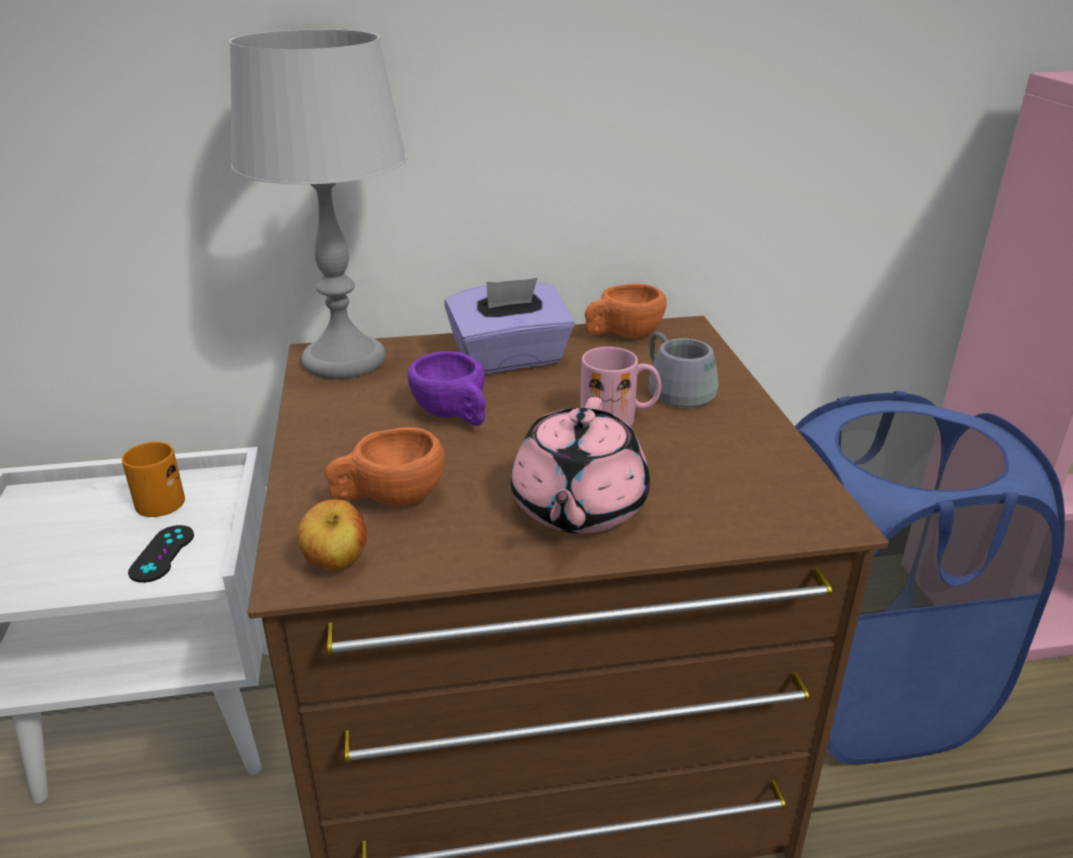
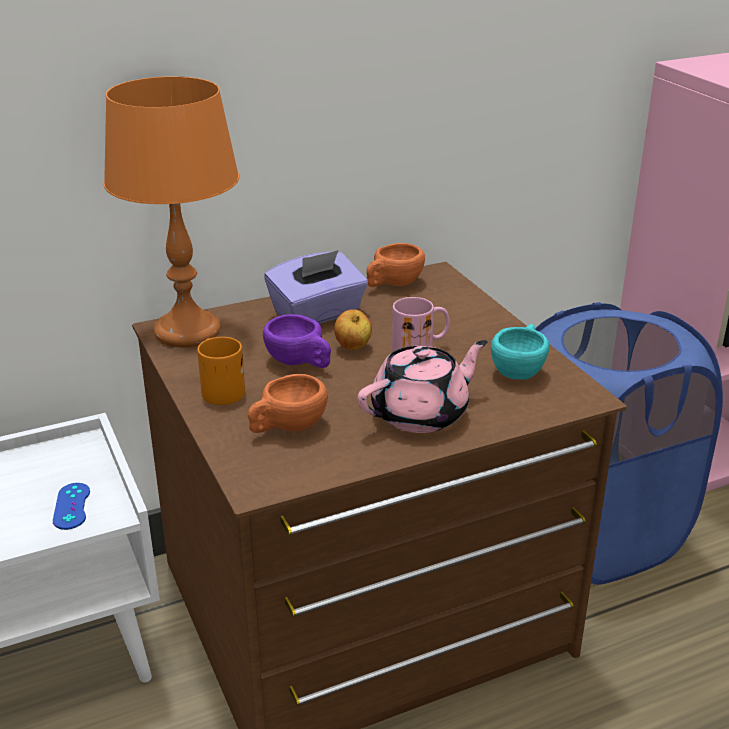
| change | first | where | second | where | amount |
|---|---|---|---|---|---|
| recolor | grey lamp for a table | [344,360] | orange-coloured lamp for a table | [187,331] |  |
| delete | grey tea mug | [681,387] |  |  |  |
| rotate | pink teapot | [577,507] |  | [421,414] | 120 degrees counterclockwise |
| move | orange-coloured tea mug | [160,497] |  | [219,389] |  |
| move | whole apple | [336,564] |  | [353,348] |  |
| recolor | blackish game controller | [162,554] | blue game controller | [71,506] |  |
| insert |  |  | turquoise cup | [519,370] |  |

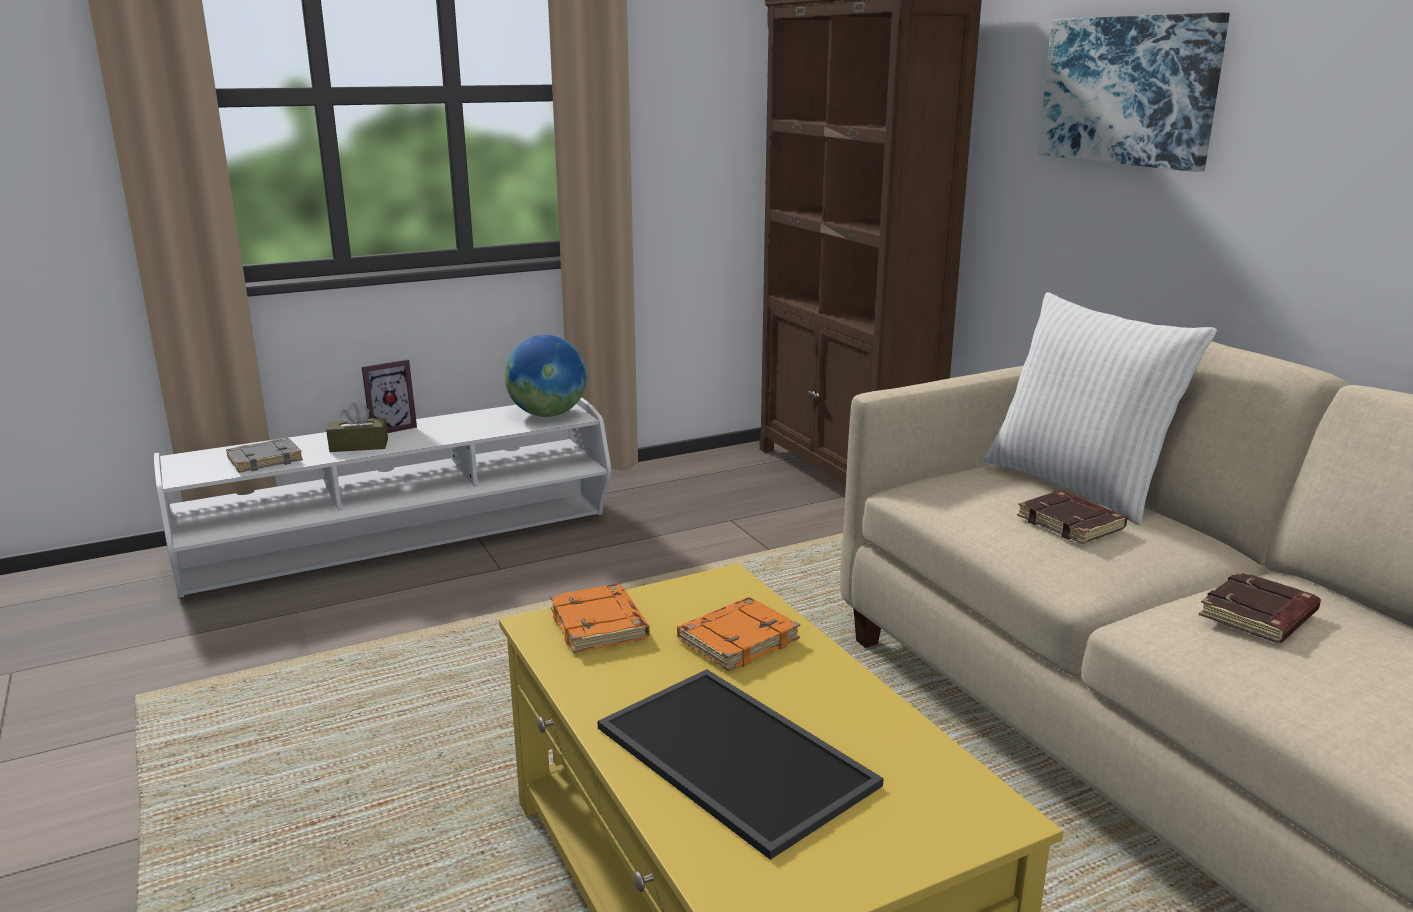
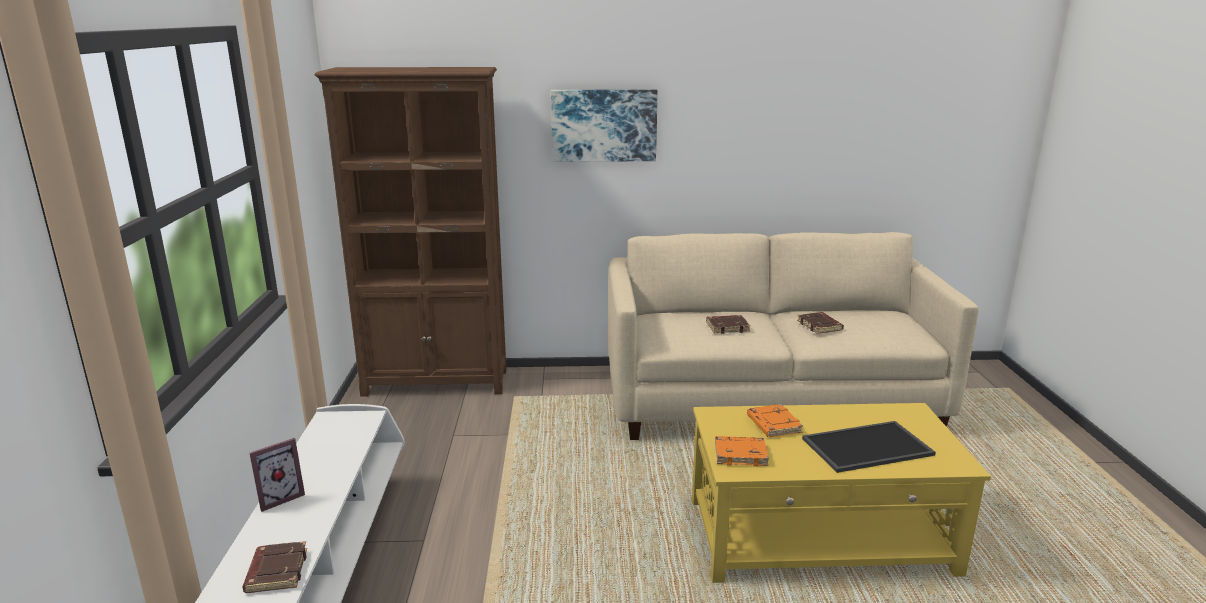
| change | first | where | second | where | amount |
|---|---|---|---|---|---|
| delete | white pillow | [1078,485] |  |  |  |
| delete | world globe | [547,414] |  |  |  |
| rotate | photo frame | [389,428] |  | [279,497] | 60 degrees clockwise |
| delete | brown box of tissues | [359,445] |  |  |  |
| recolor | grey book | [265,460] | brown book | [276,571] |  |

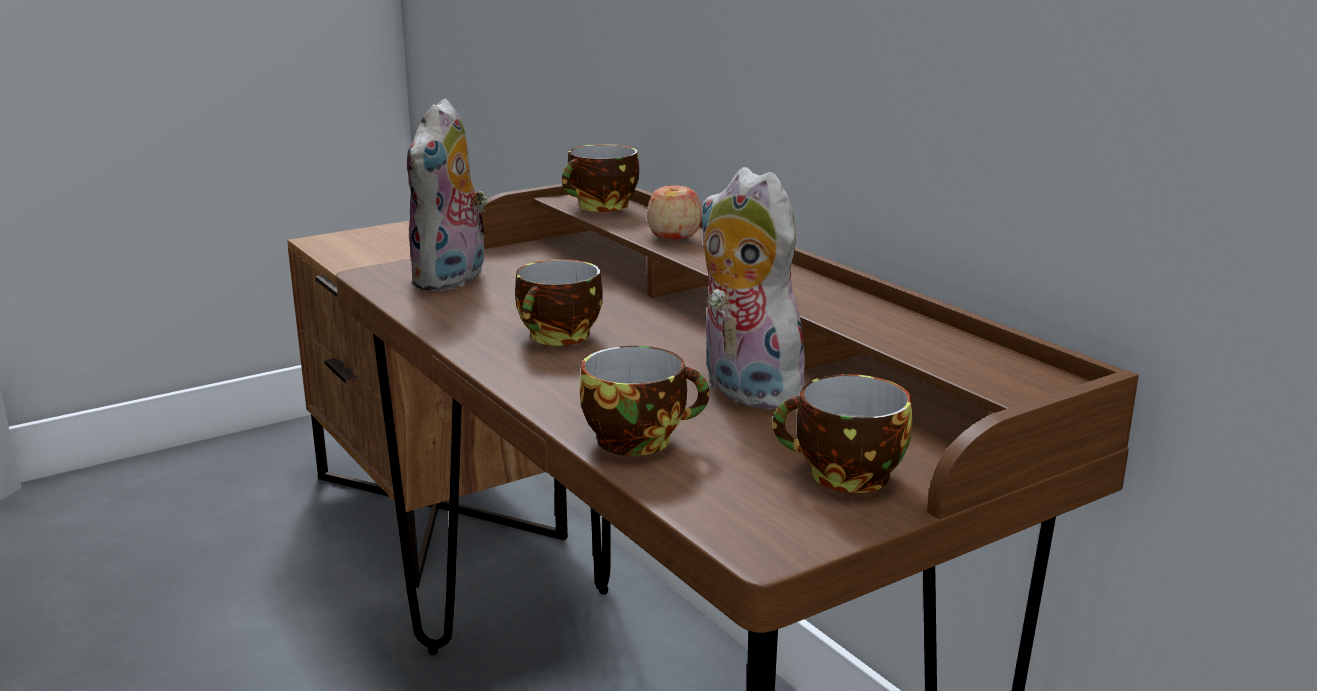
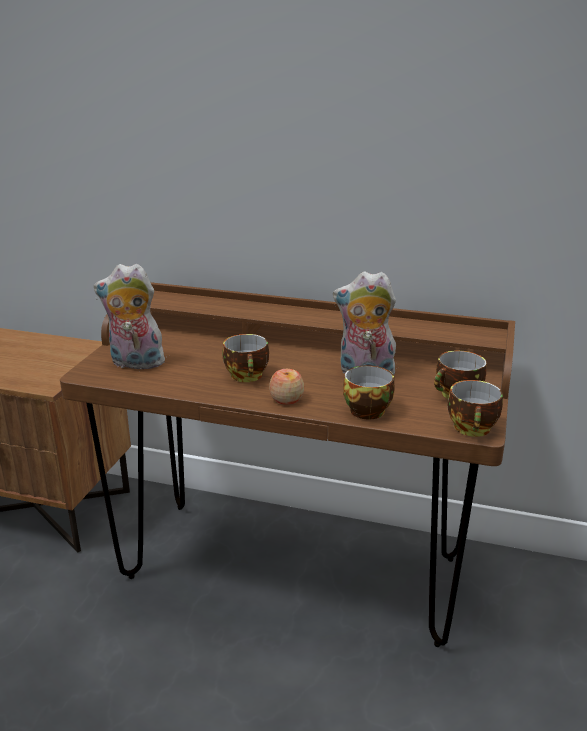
| change | first | where | second | where | amount |
|---|---|---|---|---|---|
| rotate | cuddly toy | [452,280] |  | [135,364] | 120 degrees clockwise |
| move | cup | [602,207] |  | [473,429] |  |
| move | whole apple | [674,235] |  | [286,399] |  |

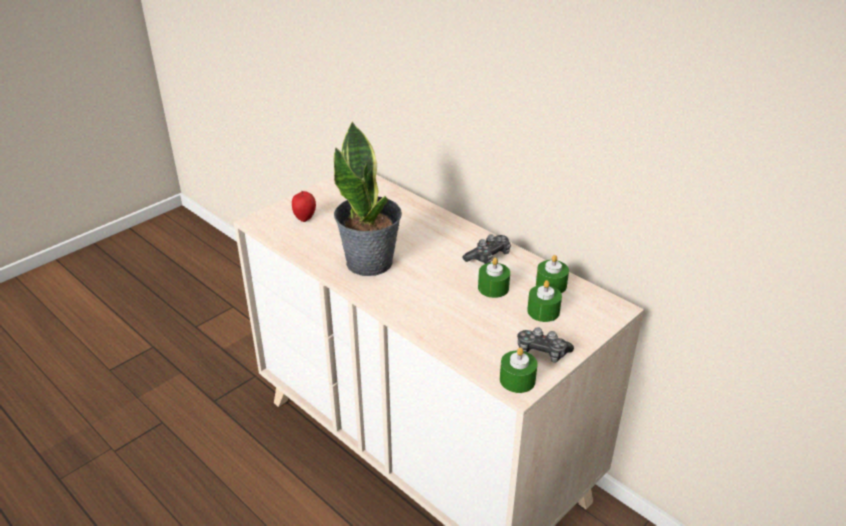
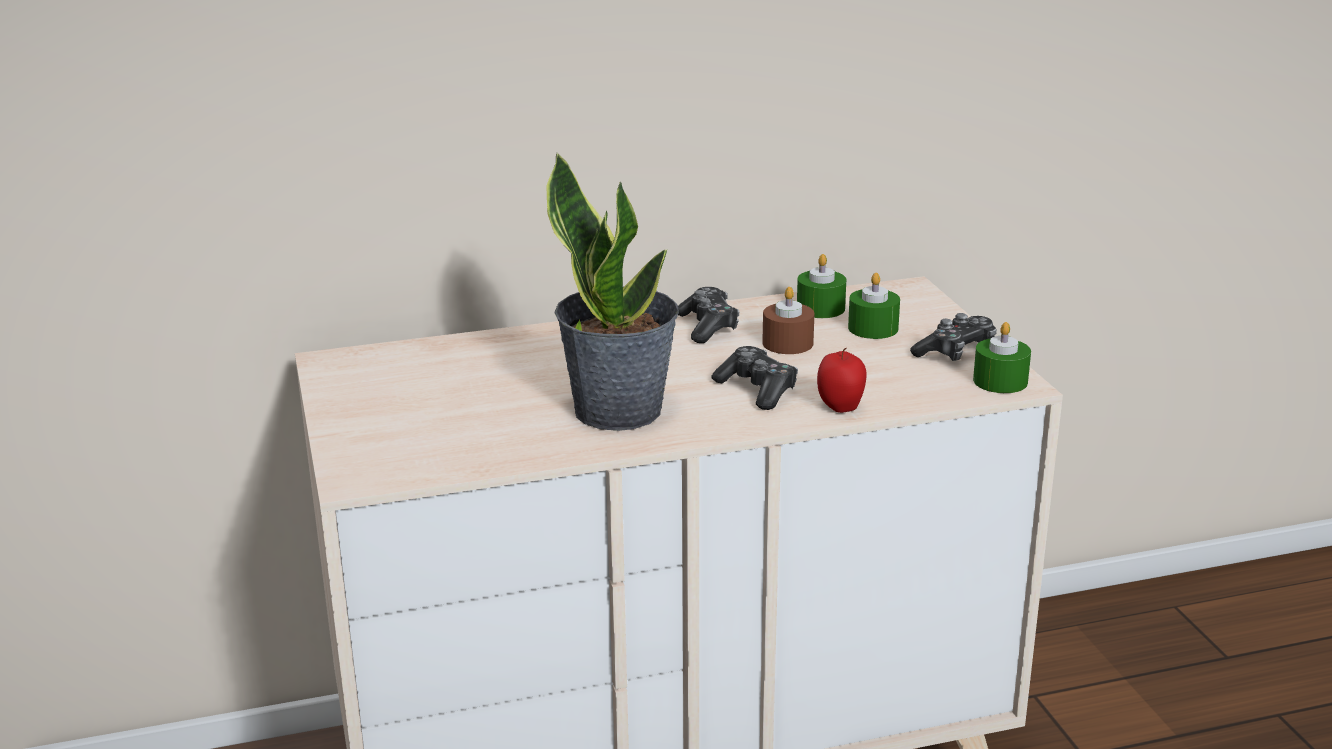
| change | first | where | second | where | amount |
|---|---|---|---|---|---|
| move | whole apple | [305,218] |  | [840,407] |  |
| recolor | green wax light | [493,288] | brown wax light | [787,343] |  |
| insert |  |  | game controller | [757,390] |  |

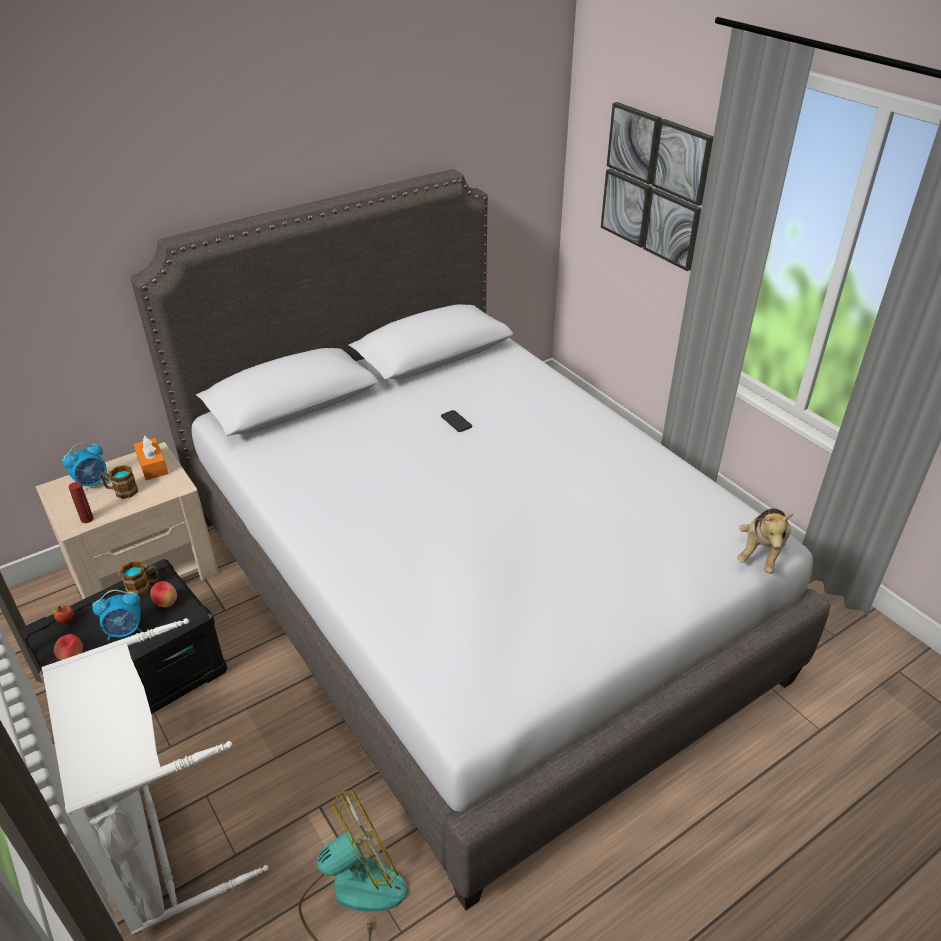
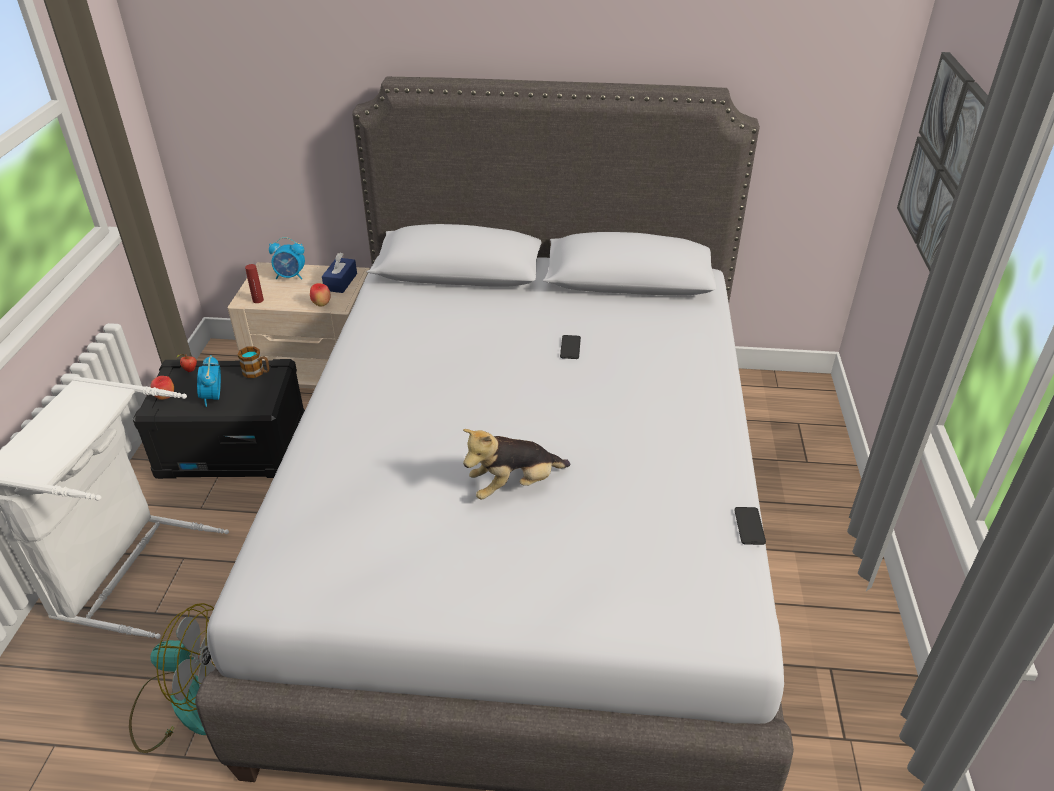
| change | first | where | second | where | amount |
|---|---|---|---|---|---|
| recolor | orange-coloured box of tissues | [152,466] | blue box of tissues | [340,282] |  |
| delete | tea mug | [121,491] |  |  |  |
| move | cuddly toy | [761,553] |  | [514,485] |  |
| move | whole apple | [166,603] |  | [322,304] |  |
| rotate | bedside clock | [125,631] |  | [213,397] | 60 degrees clockwise |
| insert |  |  | phone | [749,526] |  |

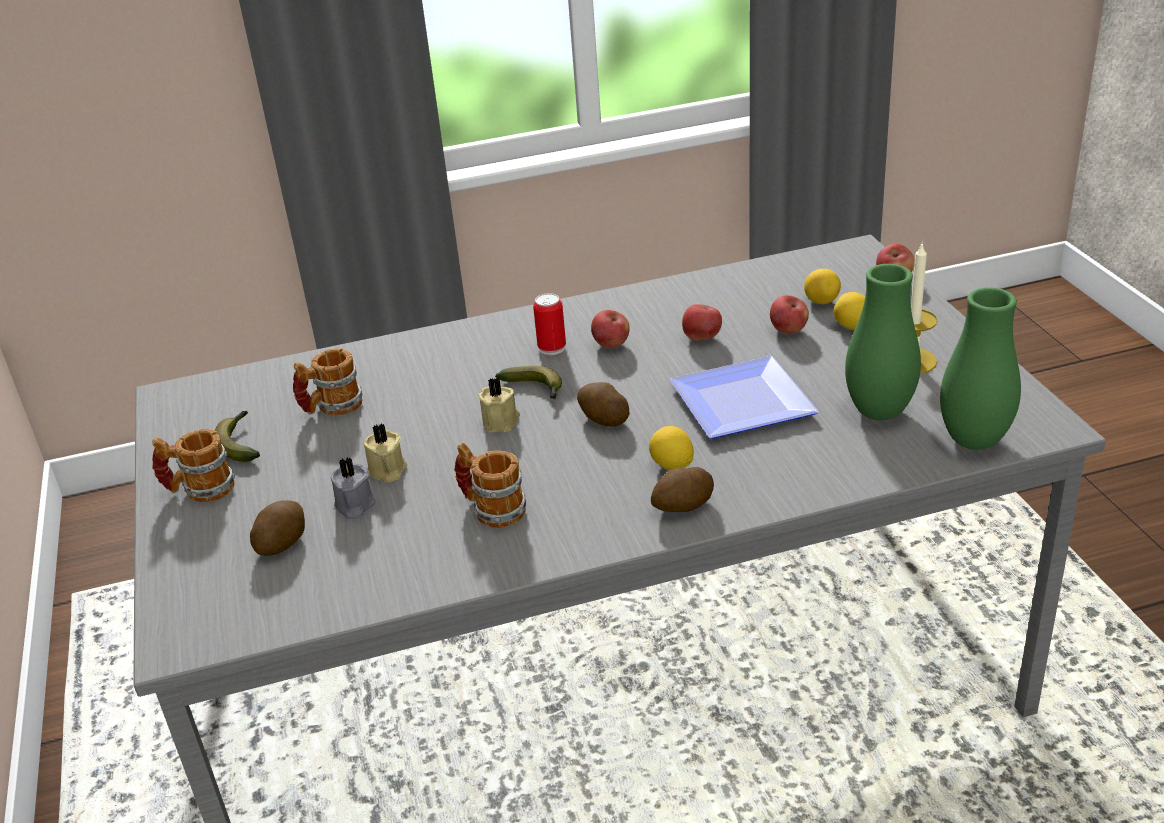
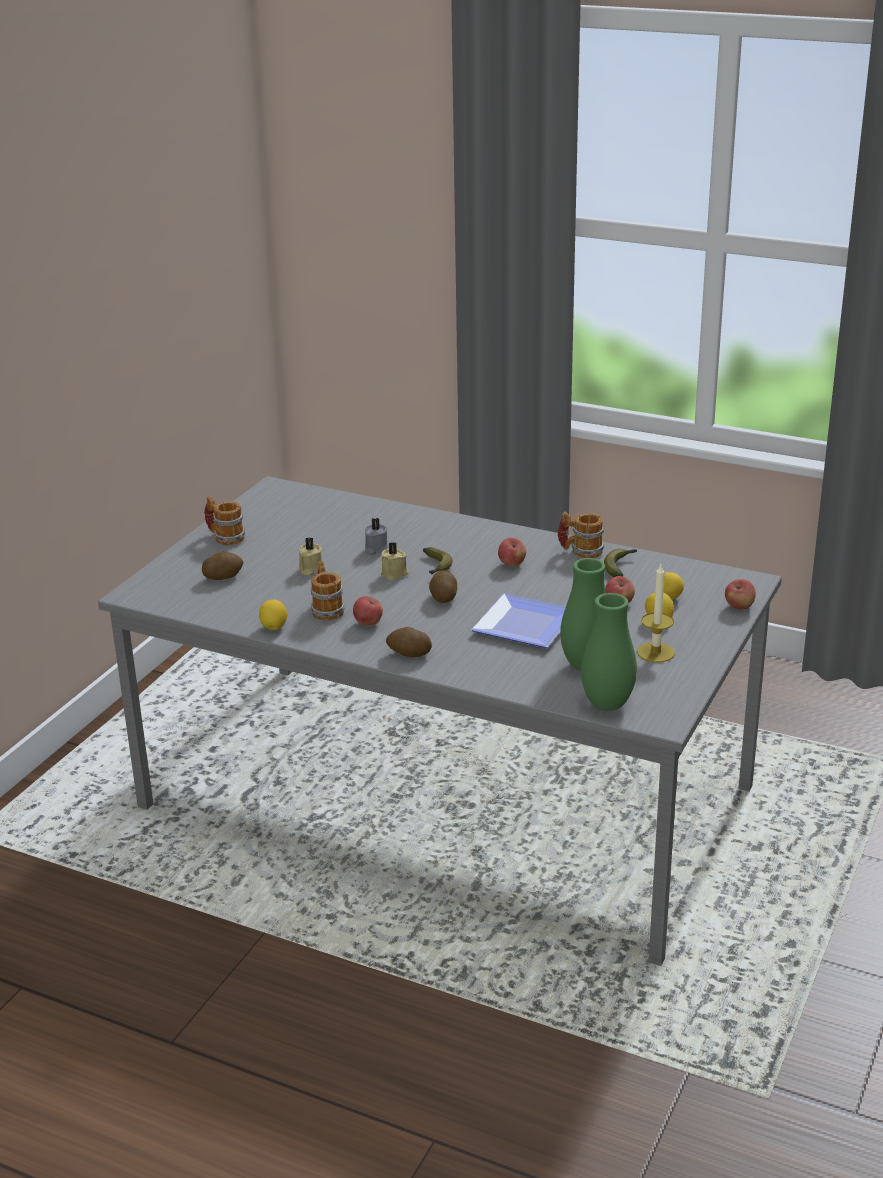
| change | first | where | second | where | amount |
|---|---|---|---|---|---|
| delete | can | [552,348] |  |  |  |
| move | whole apple | [701,338] |  | [368,623] |  |
| move | tea mug | [331,407] |  | [580,551] |  |
| move | banana fruit | [240,443] |  | [620,567] |  |
| move | whole lemon | [672,466] |  | [274,627] |  |
| move | grey wax light | [354,506] |  | [375,549] |  |

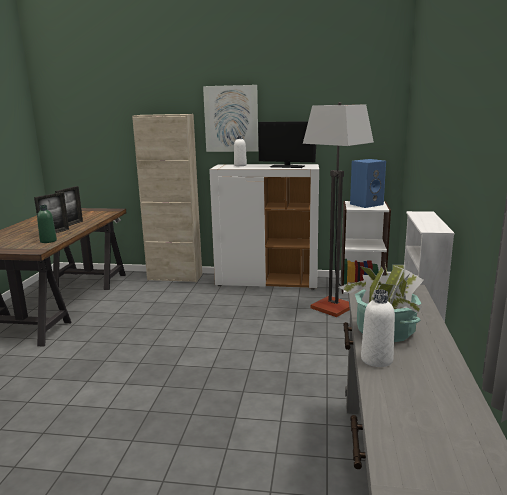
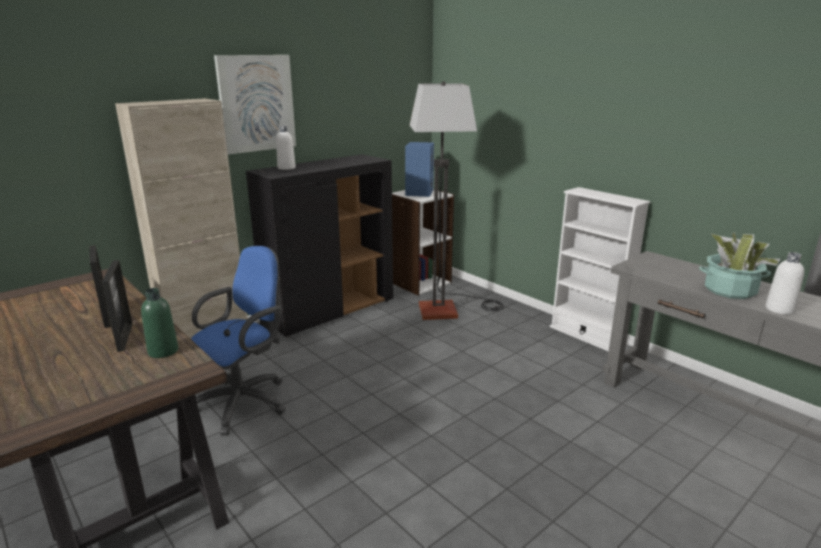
| change | first | where | second | where | amount |
|---|---|---|---|---|---|
| delete | computer display | [287,166] |  |  |  |
| recolor | white storage cabinet | [267,282] | blackish storage cabinet | [330,311] |  |
| insert |  |  | blue computer chair | [246,401] |  |

